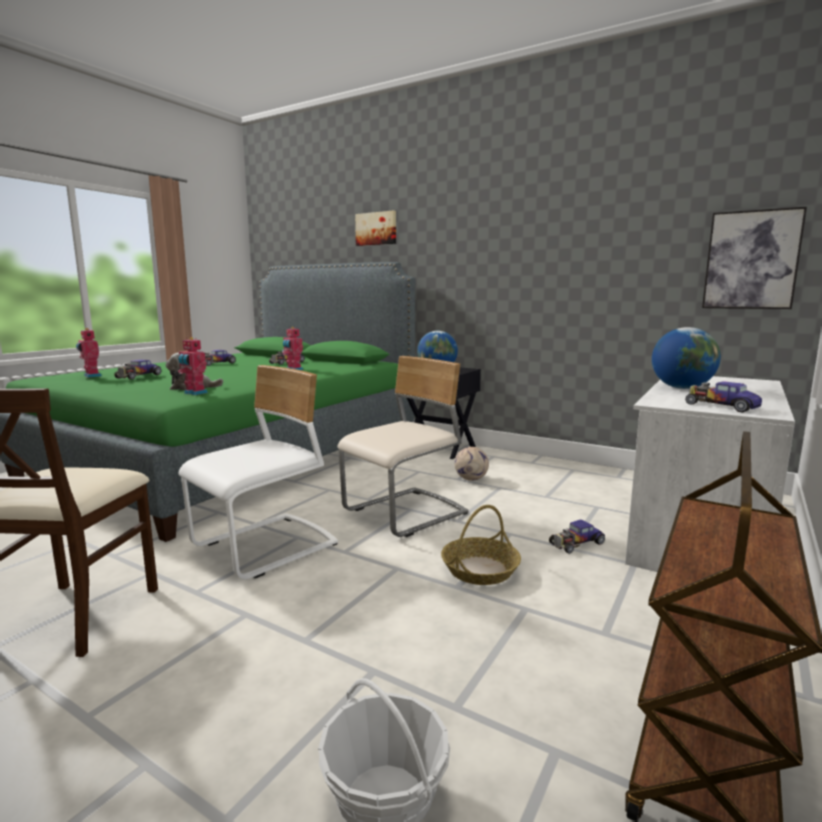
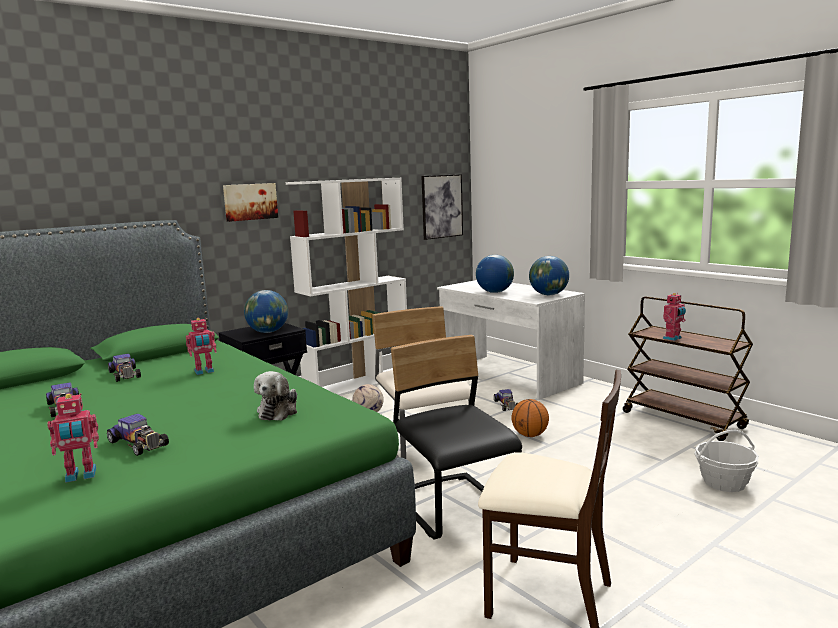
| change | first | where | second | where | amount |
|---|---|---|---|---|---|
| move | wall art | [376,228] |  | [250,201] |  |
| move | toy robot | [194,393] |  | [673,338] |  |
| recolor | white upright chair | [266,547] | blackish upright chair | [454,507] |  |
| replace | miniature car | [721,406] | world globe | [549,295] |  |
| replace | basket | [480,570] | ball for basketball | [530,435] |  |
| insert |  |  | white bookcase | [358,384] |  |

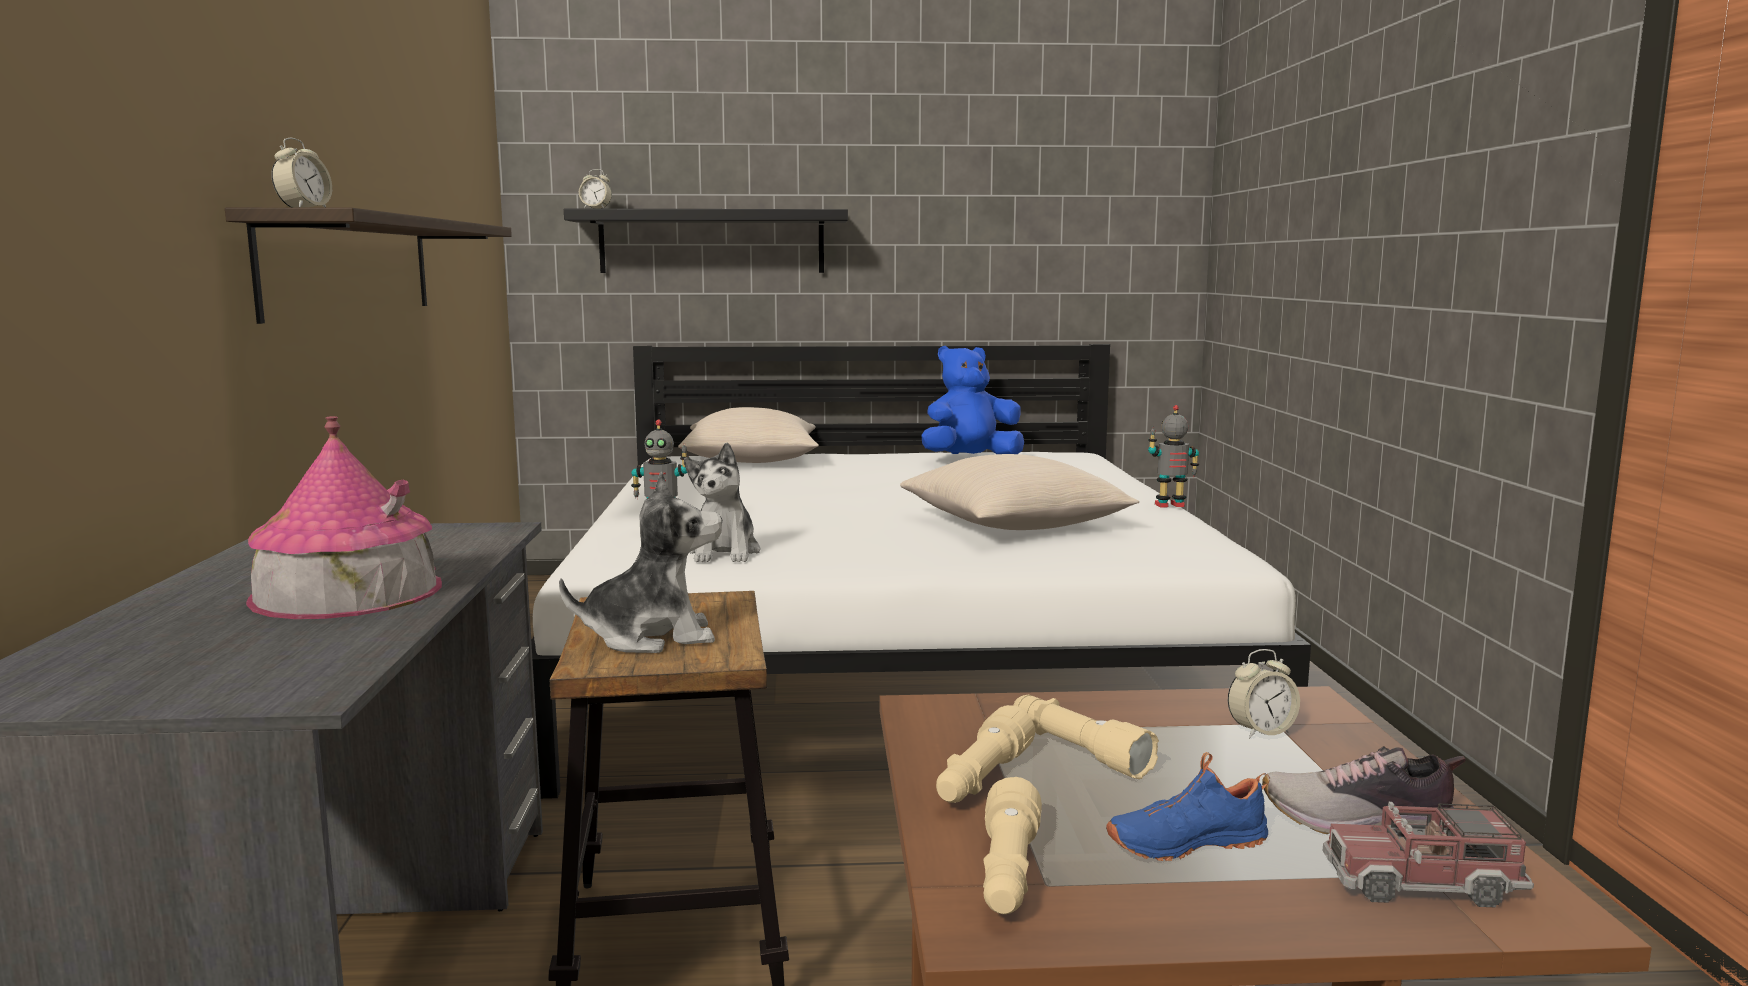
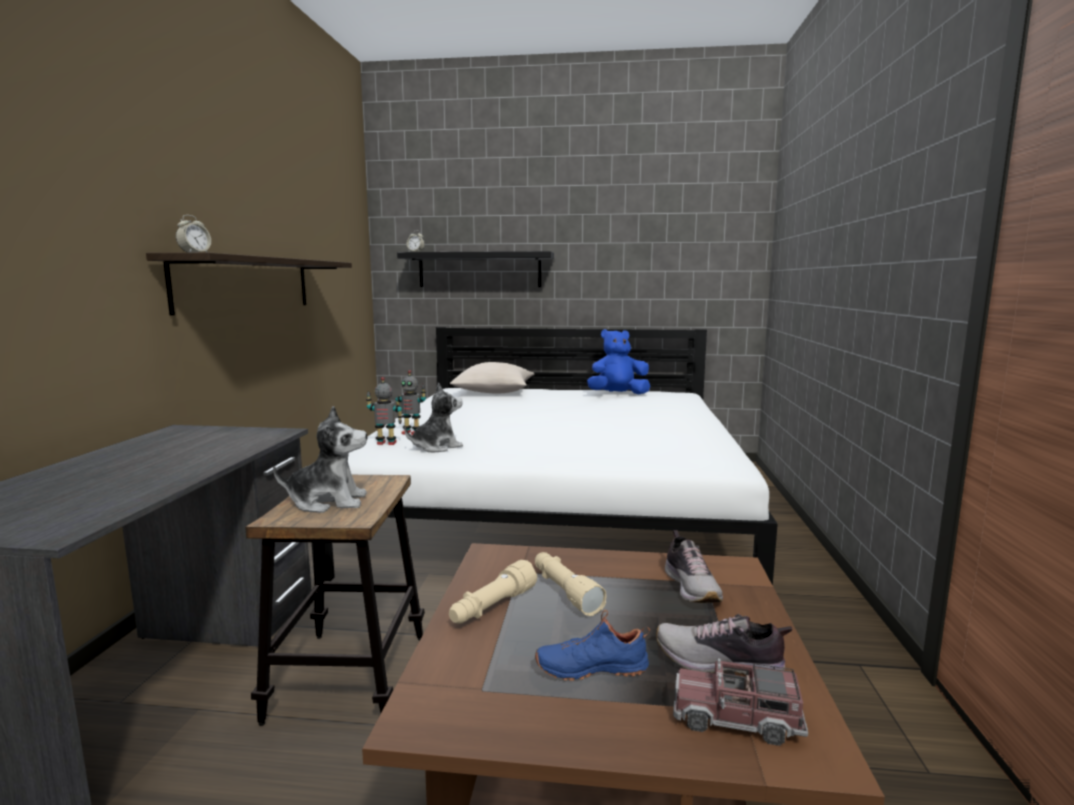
| change | first | where | second | where | amount |
|---|---|---|---|---|---|
| move | toy robot | [1170,506] |  | [386,443] |  |
| delete | miniature house | [347,592] |  |  |  |
| rotate | cuddly toy | [725,552] |  | [436,447] | 135 degrees counterclockwise |
| delete | beige pillow | [1014,525] |  |  |  |
| replace | bedside clock | [1261,731] | low shoe | [692,587] |  |
| delete | beige torch | [1008,874] |  |  |  |

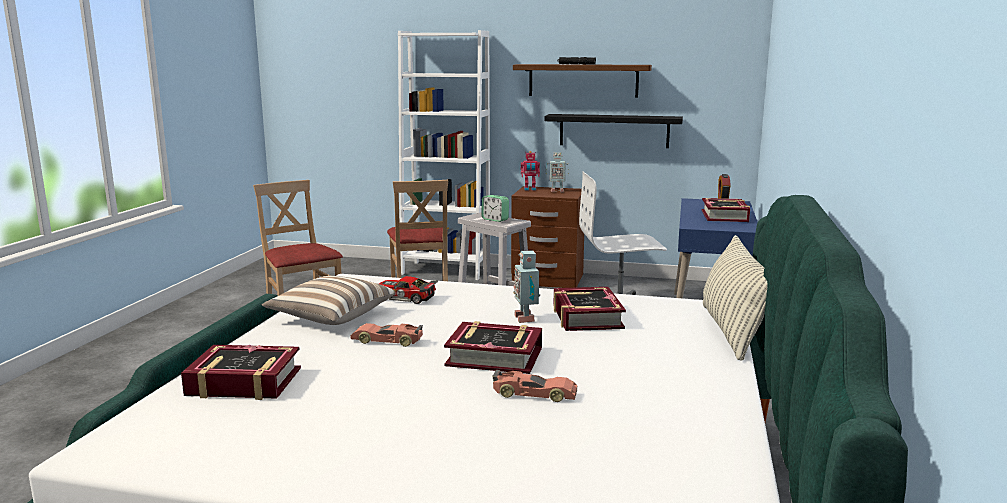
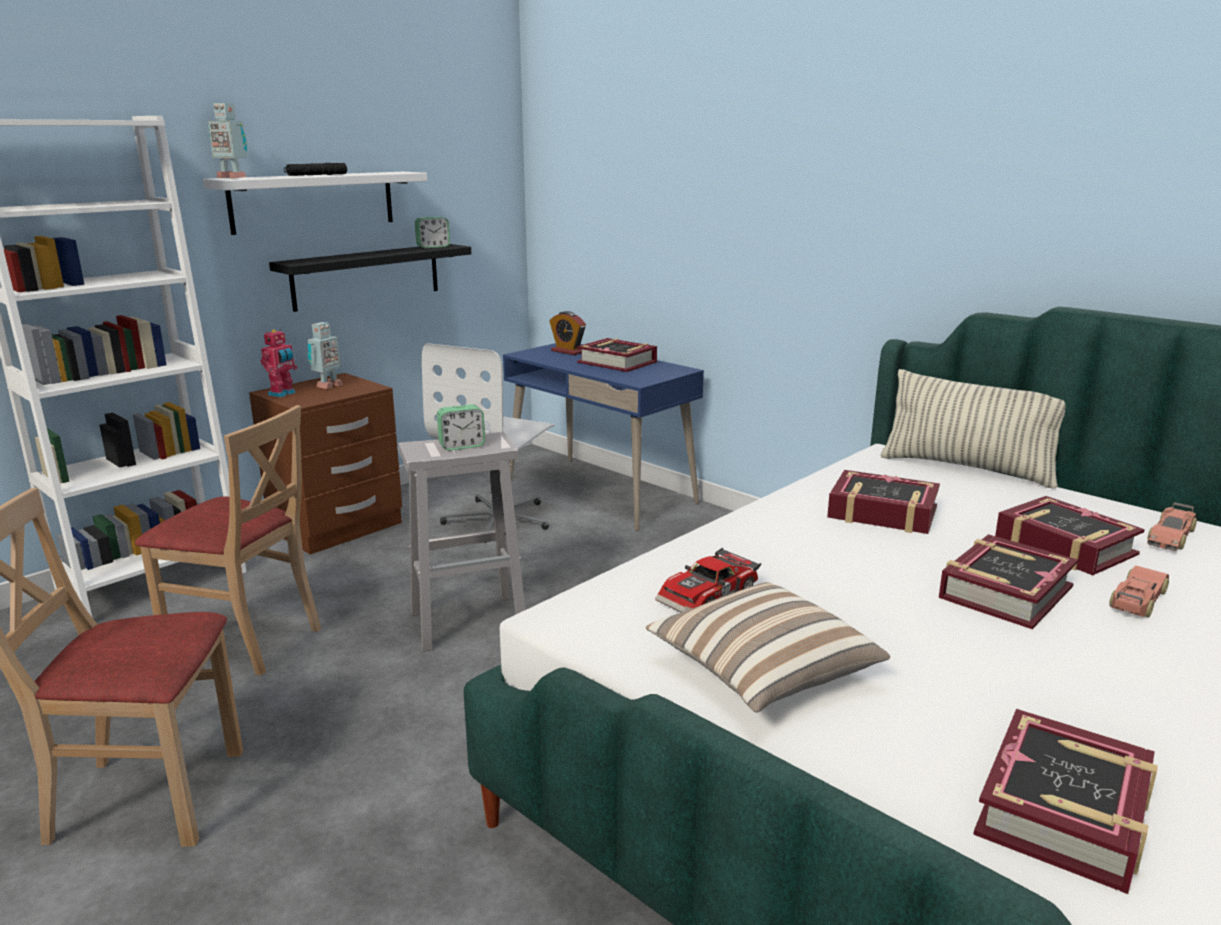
| change | first | where | second | where | amount |
|---|---|---|---|---|---|
| recolor | brown bracket shelf | [583,80] | white bracket shelf | [313,201] |  |
| move | toy robot | [526,318] |  | [232,178] |  |
| move | miniature car | [387,341] |  | [1170,536] |  |
| insert |  |  | bedside clock | [433,246] |  |
| insert |  |  | book | [1064,546] |  |

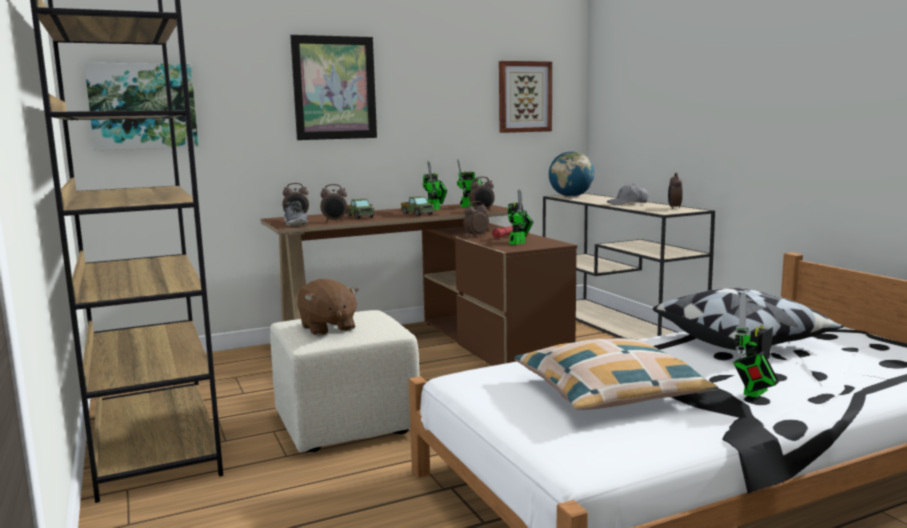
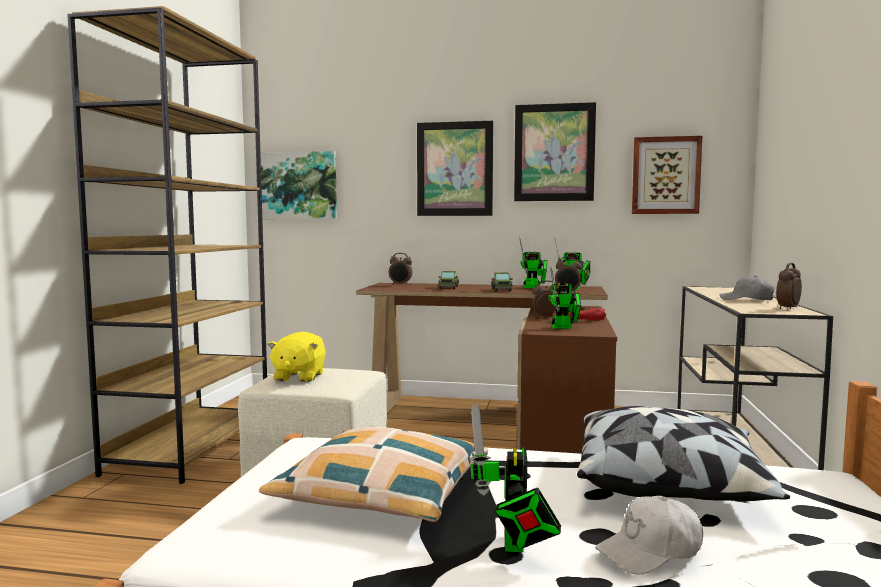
| change | first | where | second | where | amount |
|---|---|---|---|---|---|
| delete | world globe | [571,196] |  |  |  |
| delete | bedside clock | [334,221] |  |  |  |
| delete | low shoe | [295,224] |  |  |  |
| recolor | brown cuddly toy | [327,328] | yellowish cuddly toy | [298,377] |  |
| rotate | toy robot | [753,393] |  | [514,545] | 75 degrees counterclockwise |
| insert |  |  | wall art | [554,152] |  |
| insert |  |  | white peaked cap | [650,551] |  |

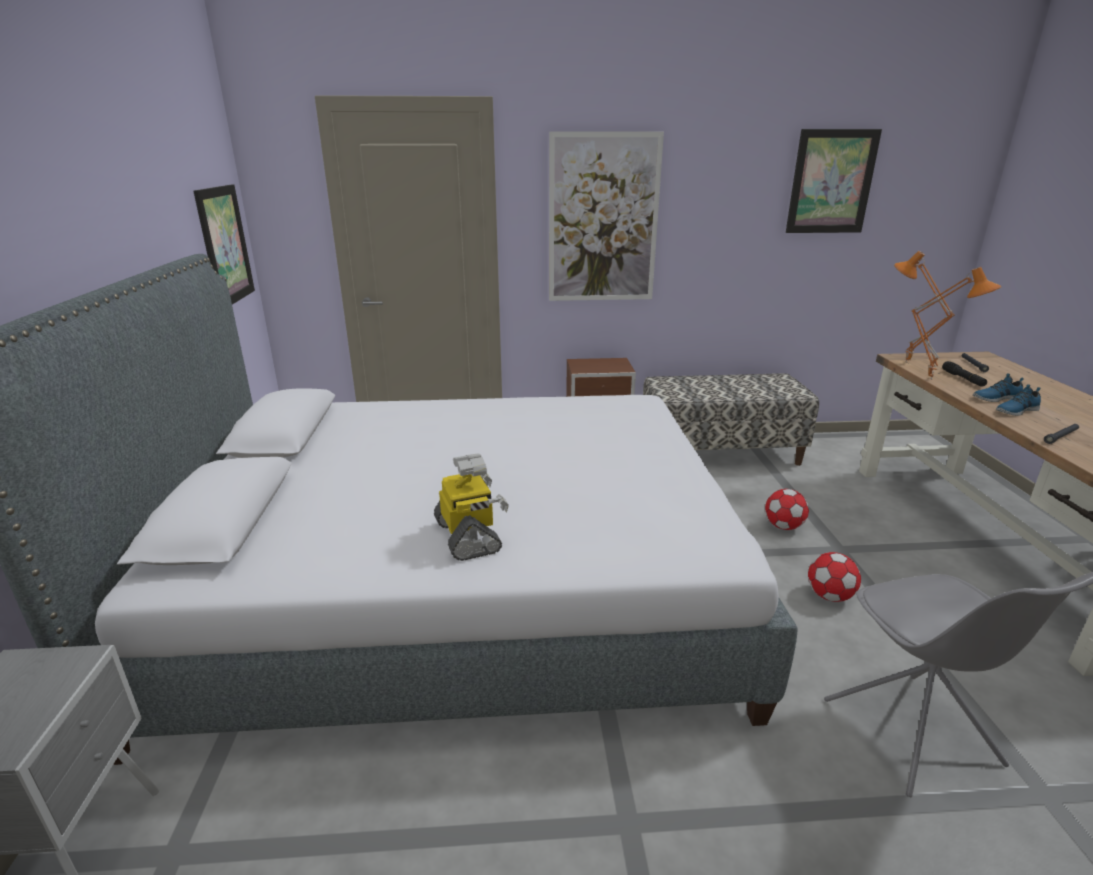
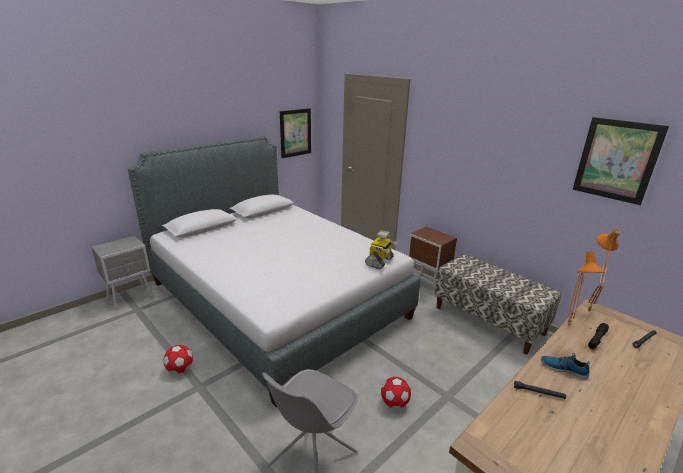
| change | first | where | second | where | amount |
|---|---|---|---|---|---|
| delete | wall art | [603,219] |  |  |  |
| delete | low shoe | [995,398] |  |  |  |
| move | toy robot | [469,536] |  | [380,261] |  |
| move | football | [783,526] |  | [180,369] |  |

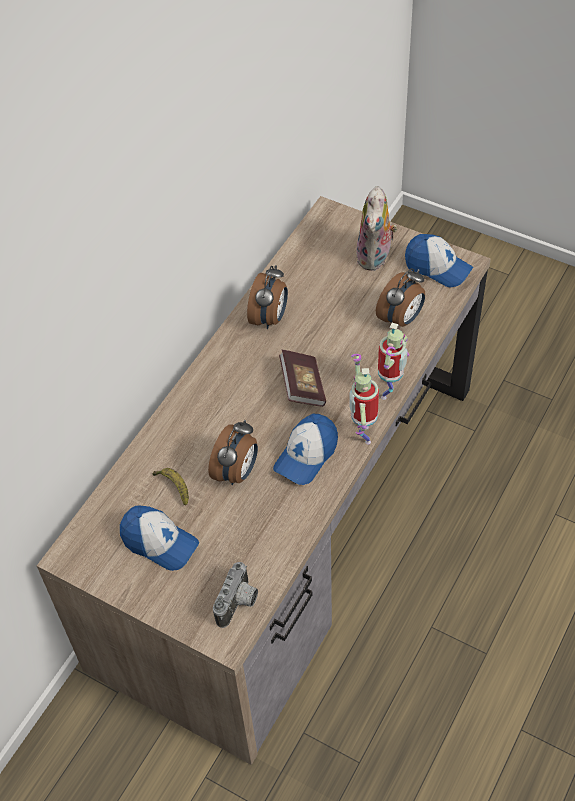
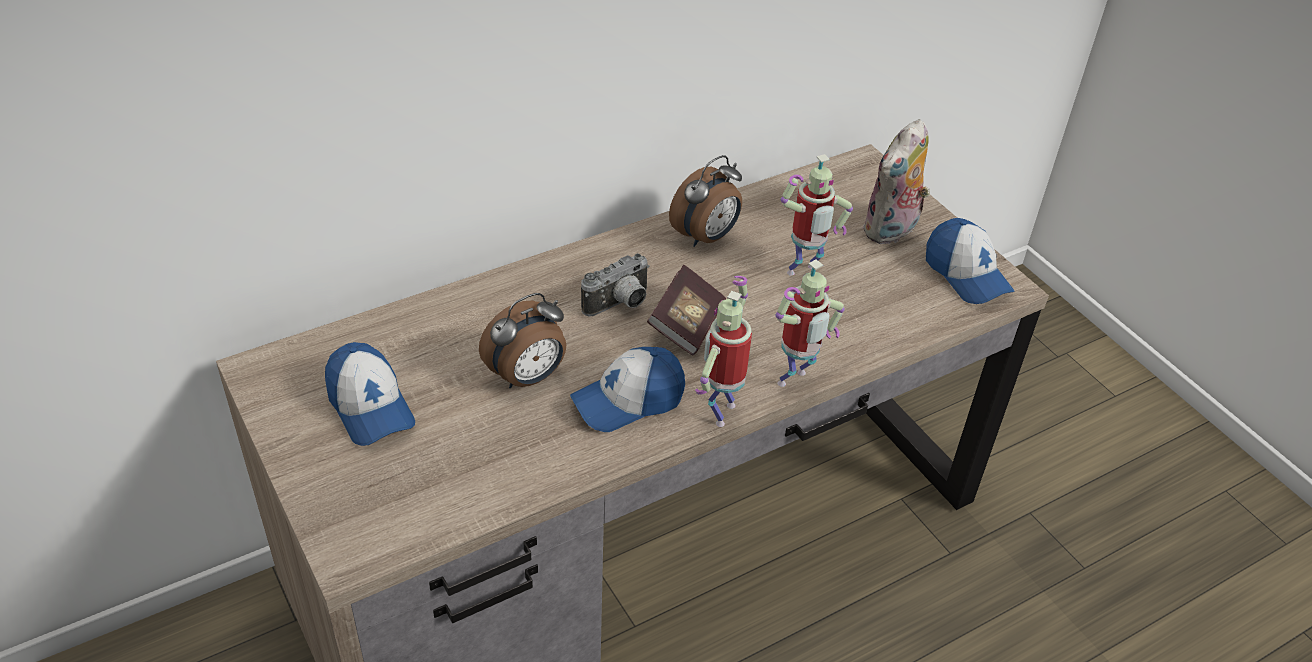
| change | first | where | second | where | amount |
|---|---|---|---|---|---|
| delete | bedside clock | [401,319] |  |  |  |
| delete | banana fruit | [174,487] |  |  |  |
| move | still camera | [239,604] |  | [620,305] |  |
| insert |  |  | toy robot | [803,273] |  |

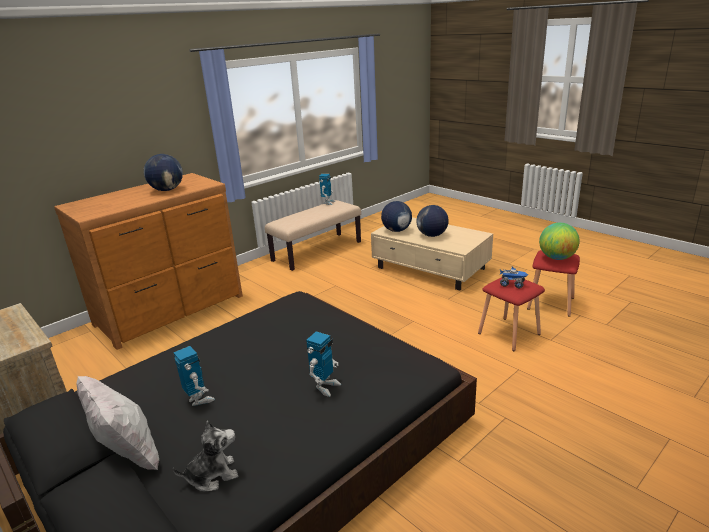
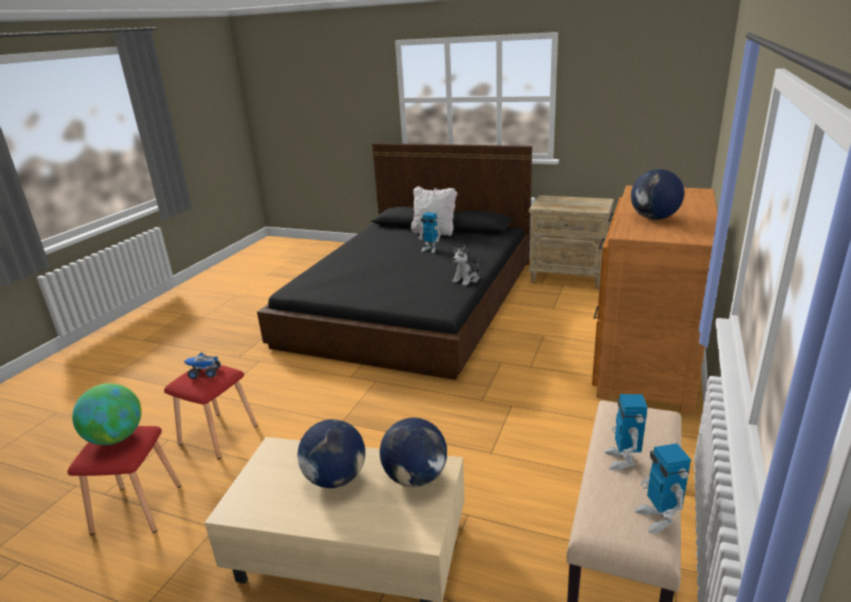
| change | first | where | second | where | amount |
|---|---|---|---|---|---|
| move | toy robot | [325,387] |  | [622,460] |  |
| move | cuddly toy | [212,475] |  | [467,279] |  |

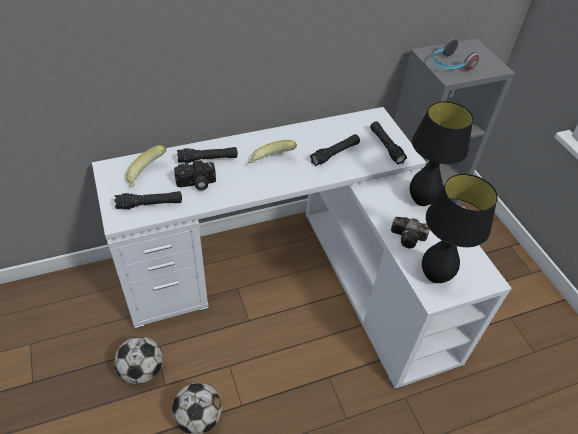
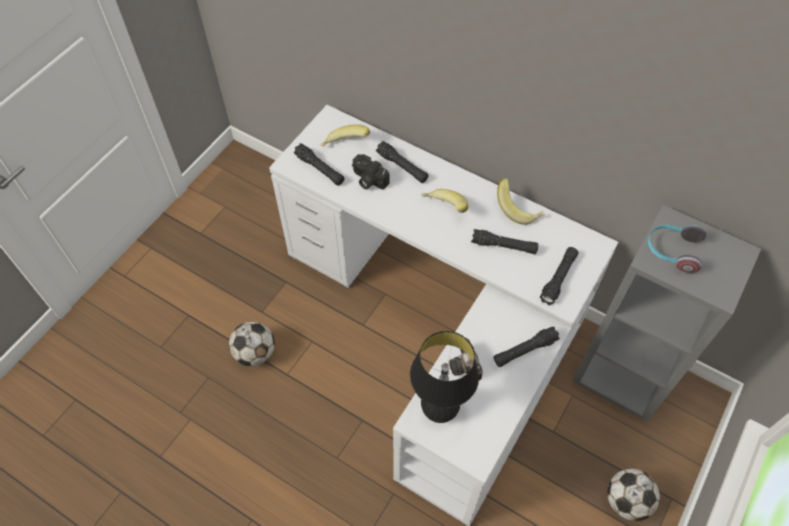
| change | first | where | second | where | amount |
|---|---|---|---|---|---|
| replace | blackish lamp for a table | [421,201] | blackish torch | [524,350] |  |
| move | football | [142,370] |  | [626,501] |  |
| insert |  |  | banana fruit | [518,209] |  |

